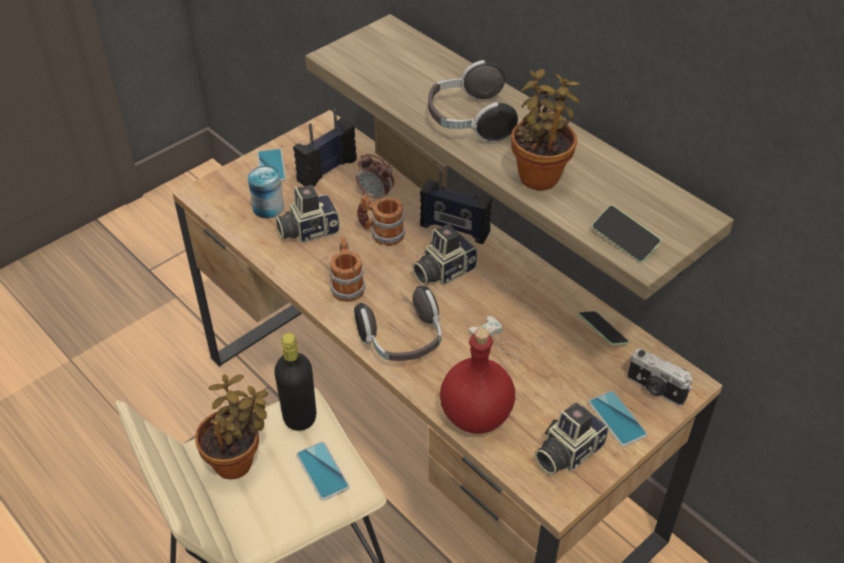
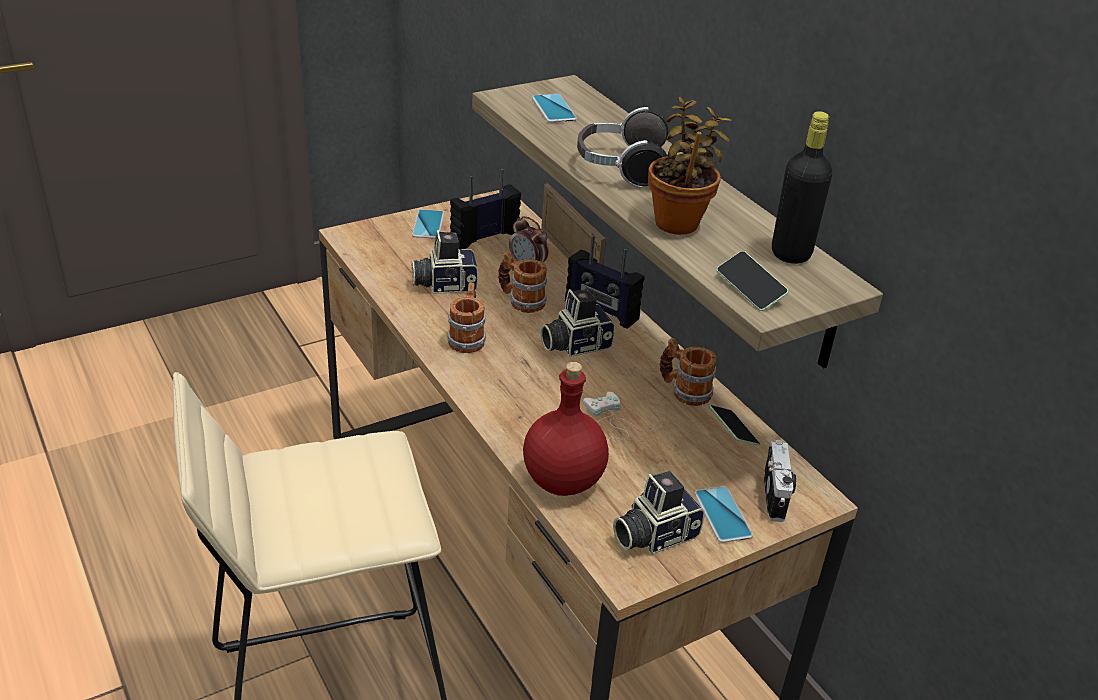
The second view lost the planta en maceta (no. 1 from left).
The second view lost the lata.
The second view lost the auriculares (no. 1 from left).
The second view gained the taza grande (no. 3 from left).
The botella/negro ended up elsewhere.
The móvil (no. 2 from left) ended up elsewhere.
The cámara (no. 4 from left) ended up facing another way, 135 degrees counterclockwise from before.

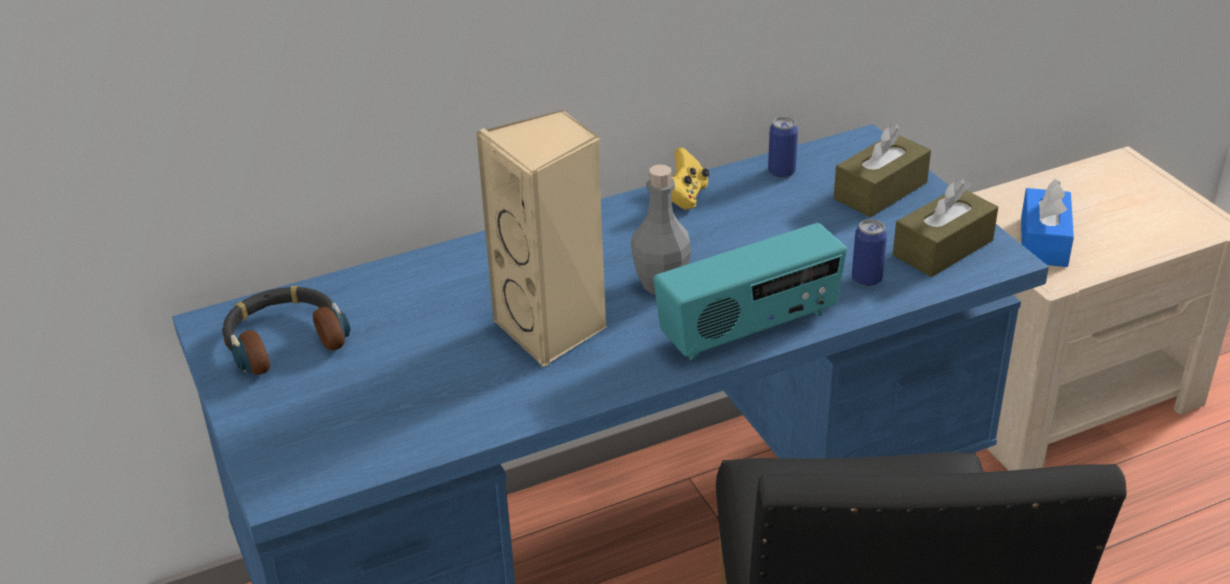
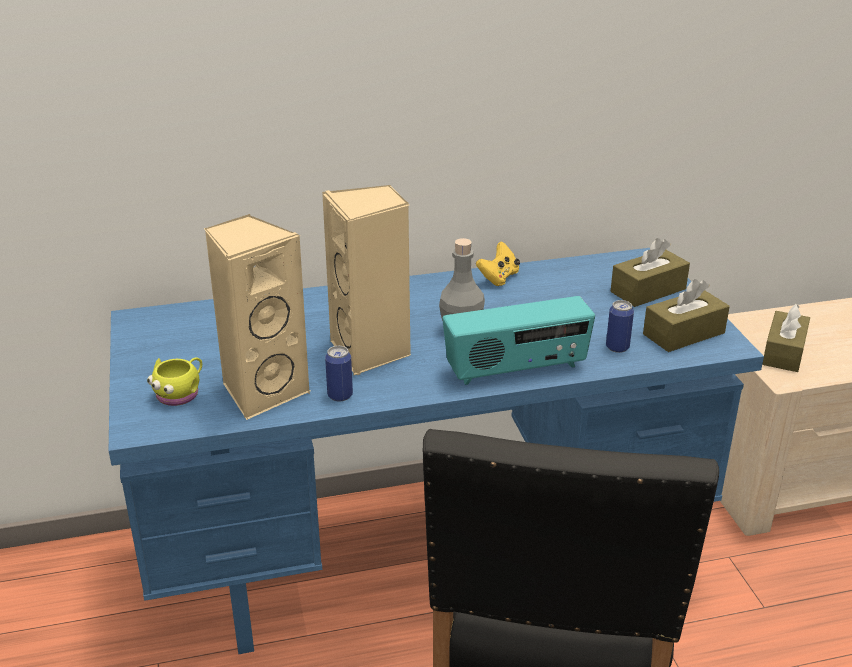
The second view lost the auriculares.
The second view gained the taza grande/amarillo.
The second view gained the altavoz/beis (no. 1 from left).
The lata (no. 1 from left) ended up elsewhere.
What was the caja de pañuelos/azul turned into the caja de pañuelos/marrón (no. 3 from left).

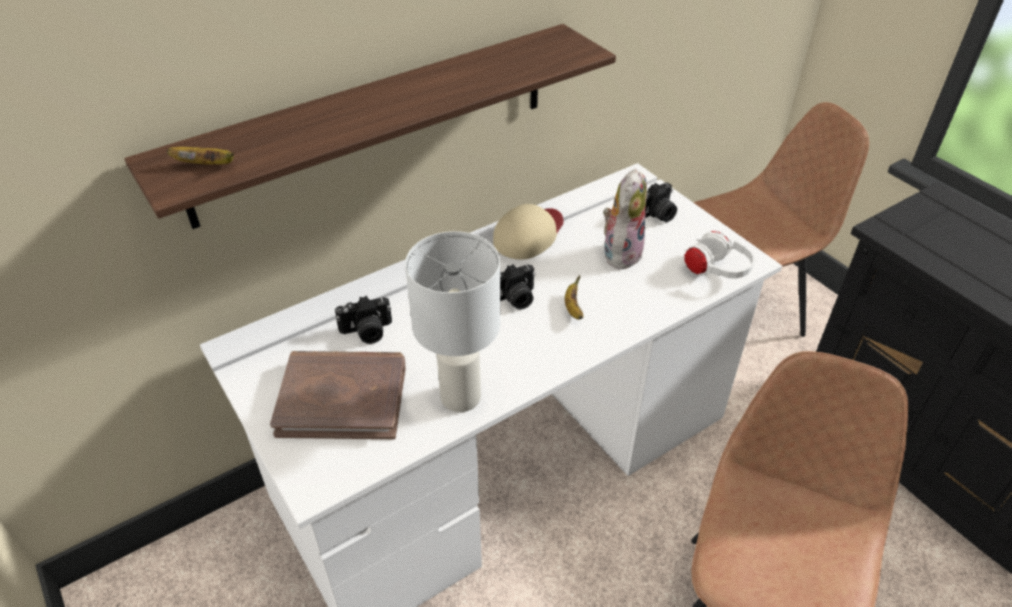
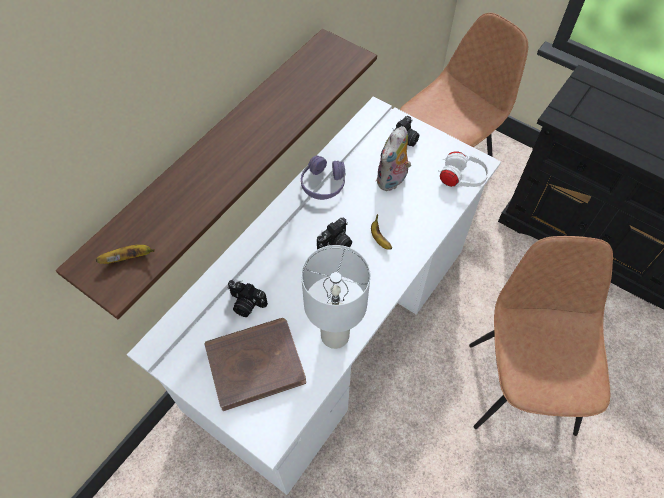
Where the gorra/beis stood, the auriculares/morado came to stand.
The cámara (no. 1 from left) ended up facing another way, 60 degrees clockwise from before.
The peluche ended up facing another way, 150 degrees counterclockwise from before.

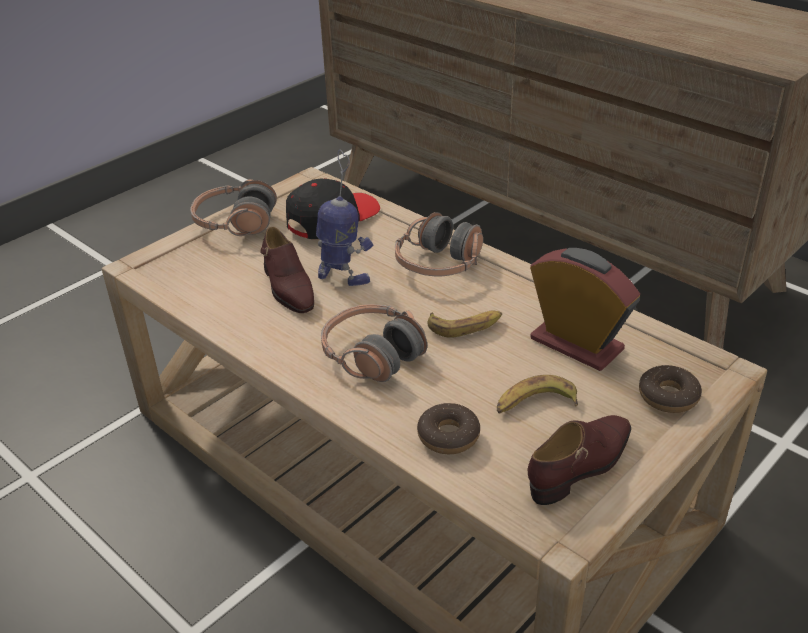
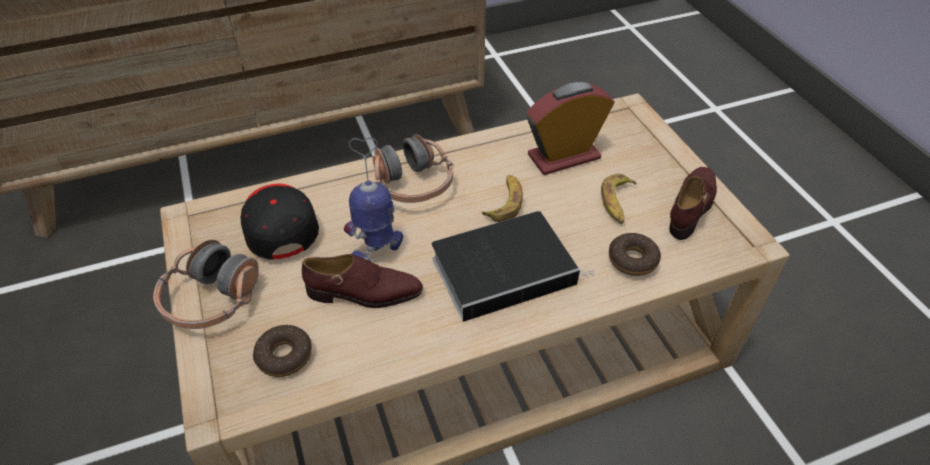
The rosquilla (no. 2 from left in the first image) ended up elsewhere.
Where the auriculares (no. 2 from left) stood, the libro came to stand.
The zapato/marrón (no. 2 from left) ended up facing another way, 45 degrees clockwise from before.

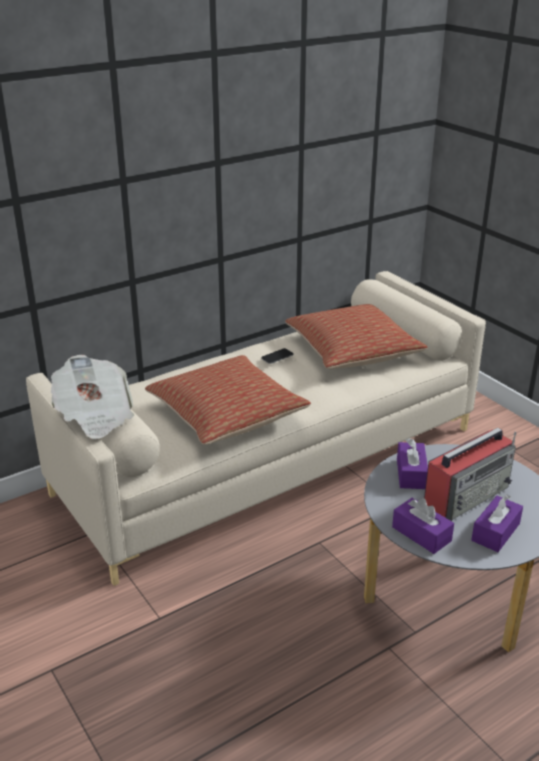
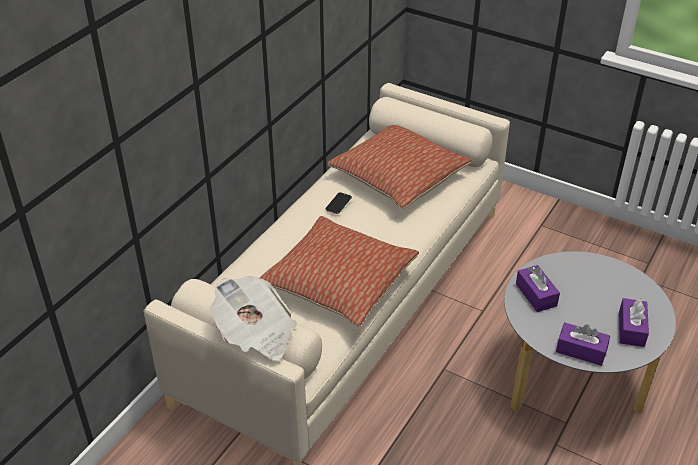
The second view lost the radio.

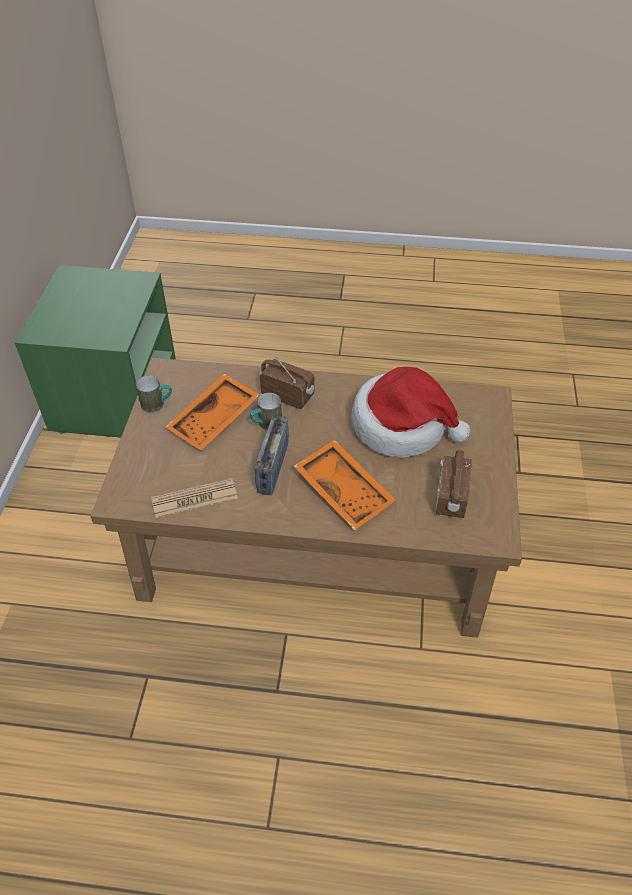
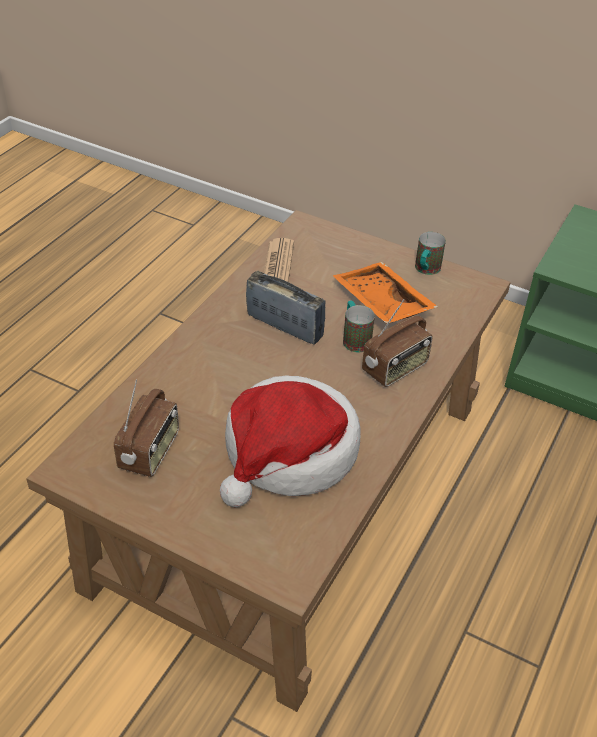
The second view lost the bandeja/naranja (no. 2 from left).
The radio (no. 3 from left in the first image) ended up facing another way, 75 degrees clockwise from before.

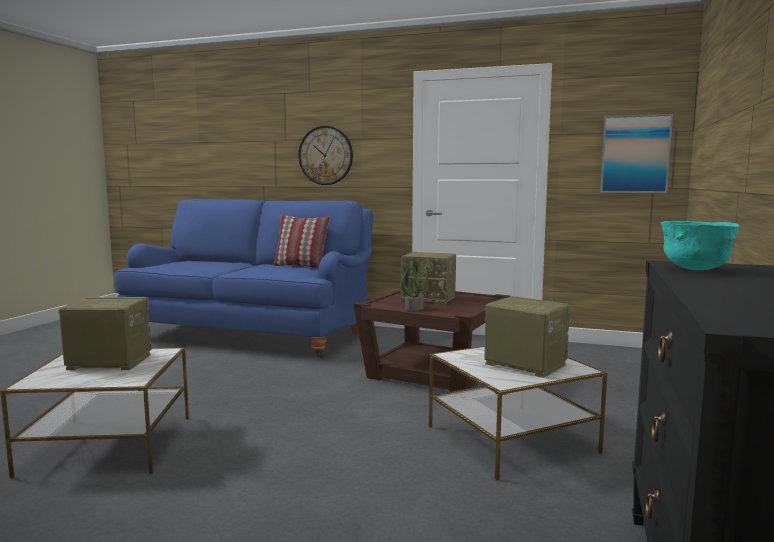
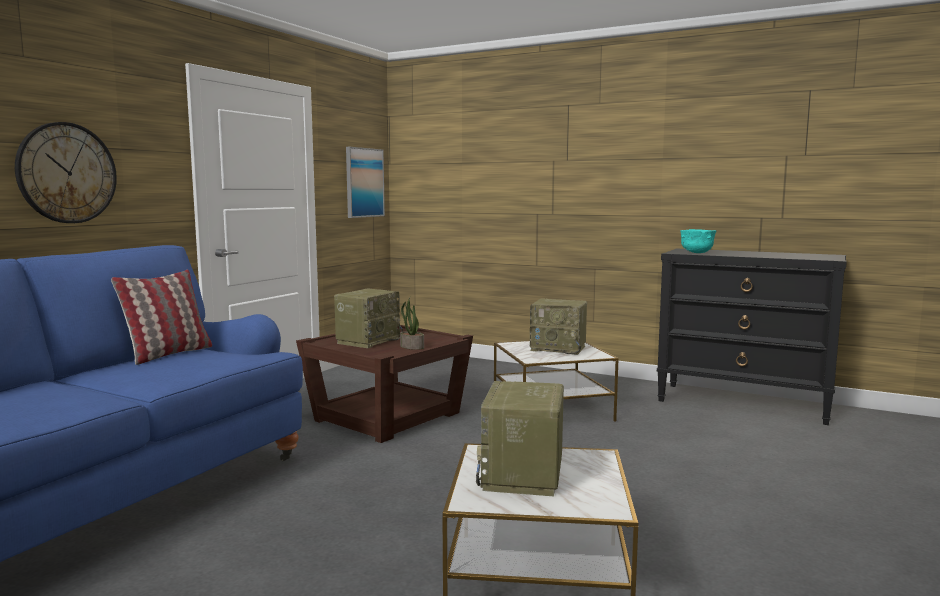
The radio (no. 3 from left) ended up facing another way, 120 degrees counterclockwise from before.

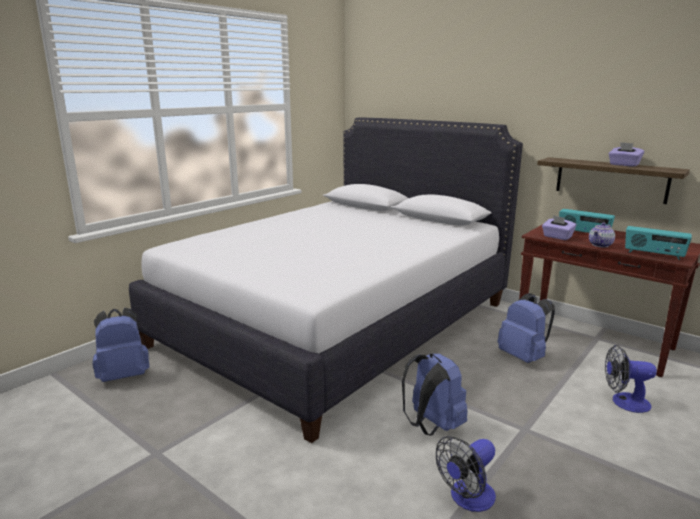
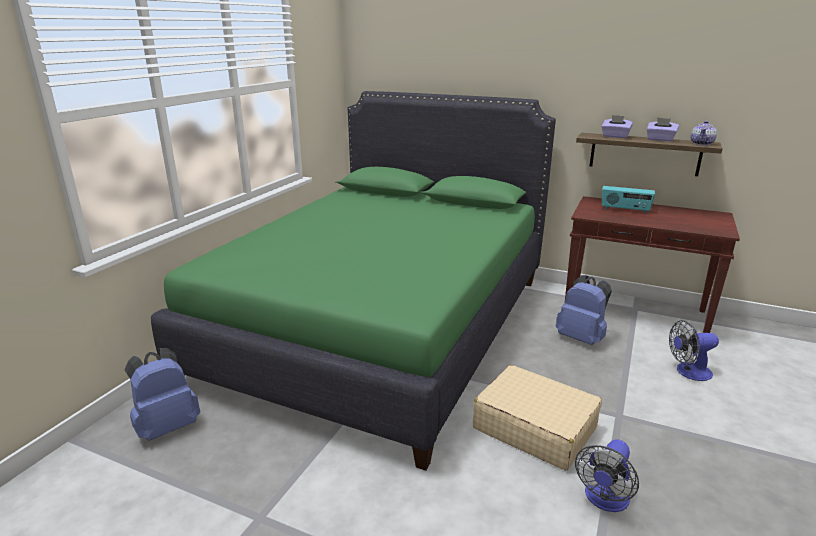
The second view lost the radio (no. 2 from left).
The caja de pañuelos/morado (no. 1 from left) ended up elsewhere.
The tetera ended up elsewhere.
Where the mochila/azul (no. 2 from left) stood, the maleta/beis came to stand.
What was the cama/blanco turned into the cama/verde.

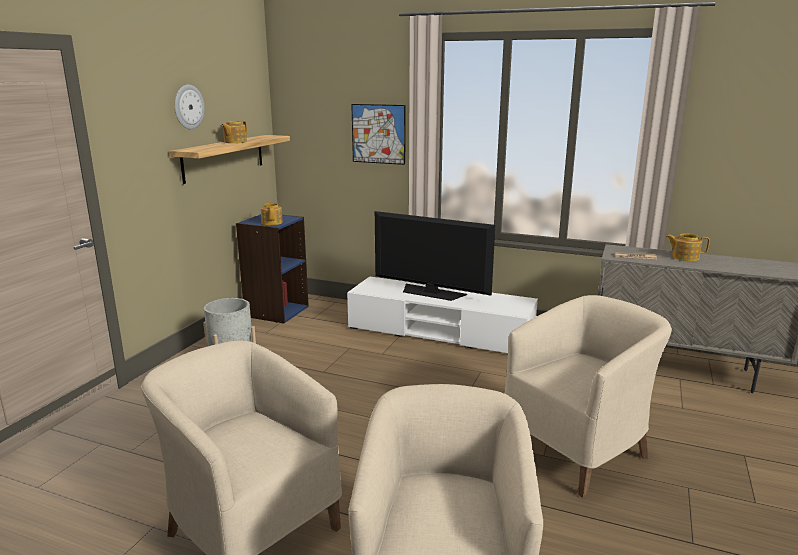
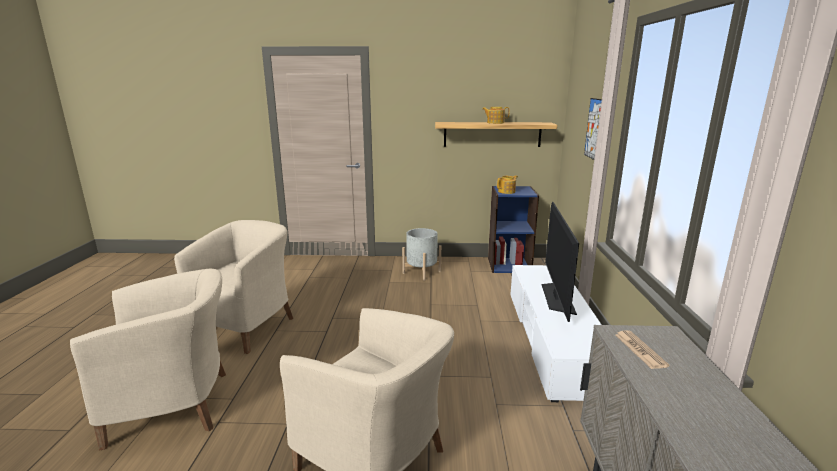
The second view lost the reloj de pared.
The second view lost the tetera (no. 3 from left).

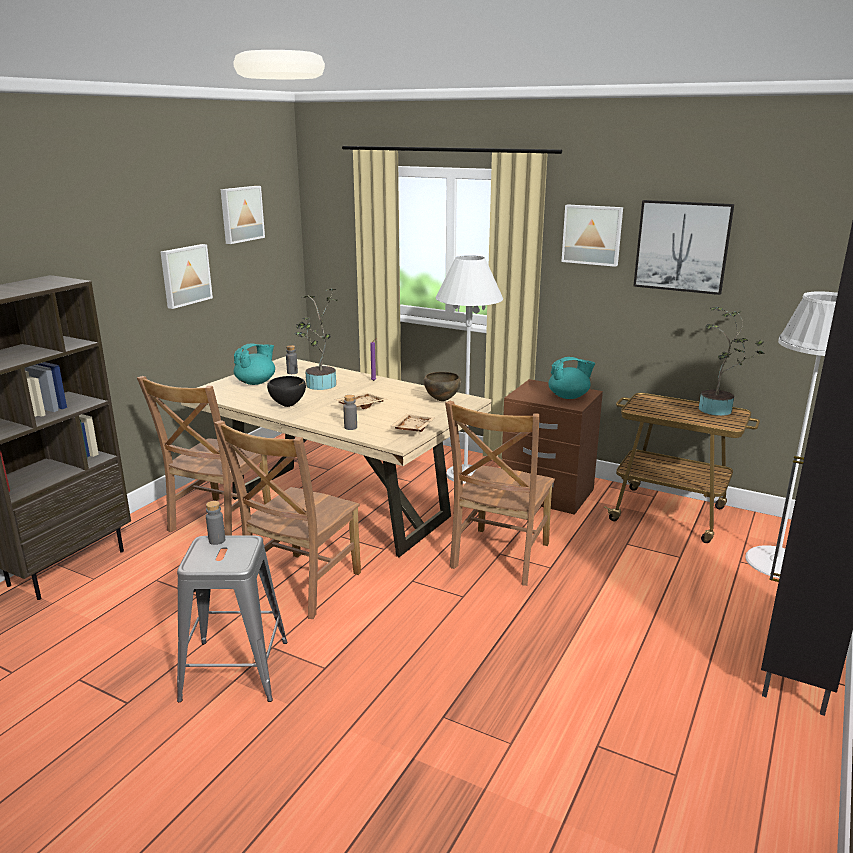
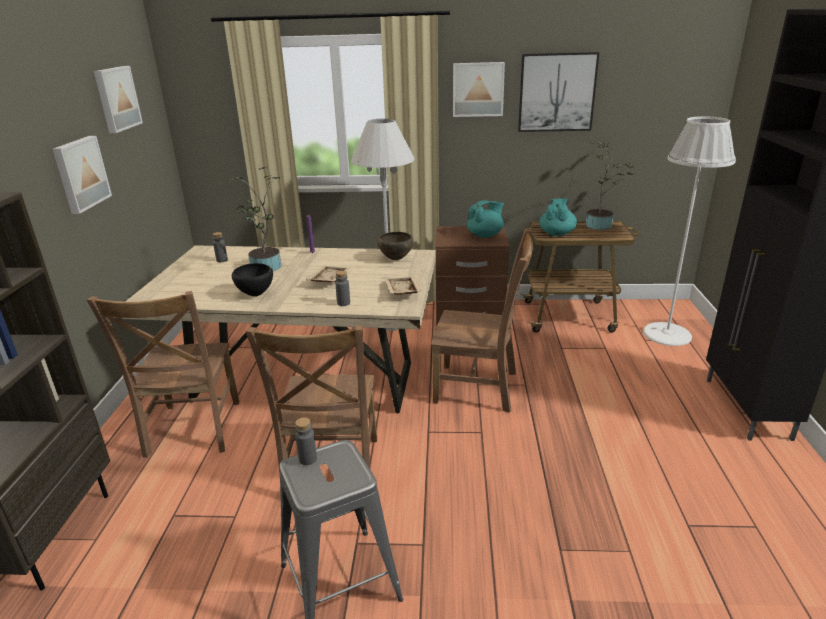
The tetera/turquesa (no. 1 from left in the first image) ended up elsewhere.
The silla/marrón (no. 3 from left) ended up facing another way, 75 degrees counterclockwise from before.

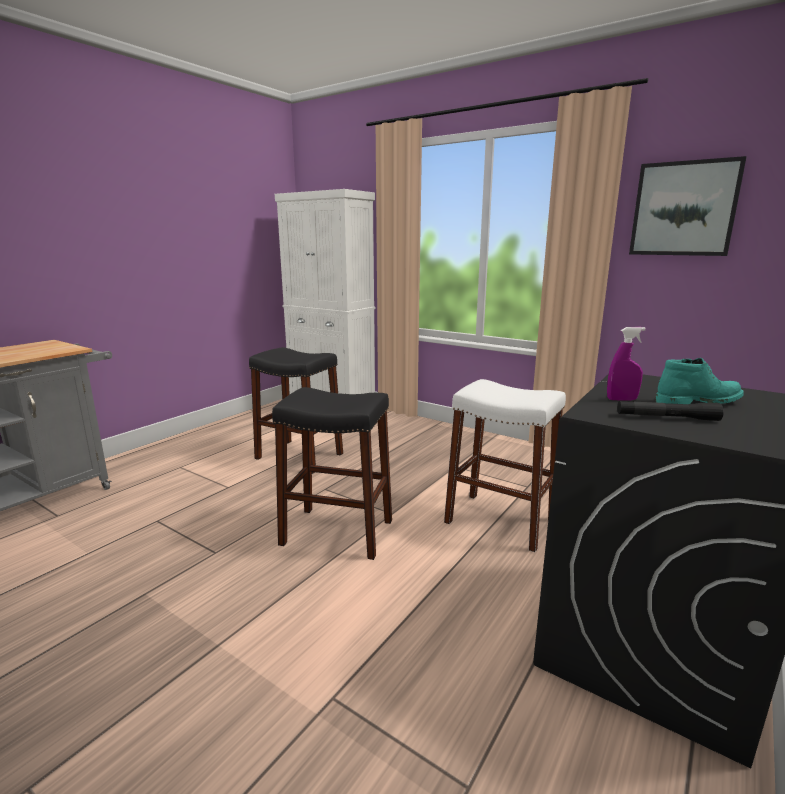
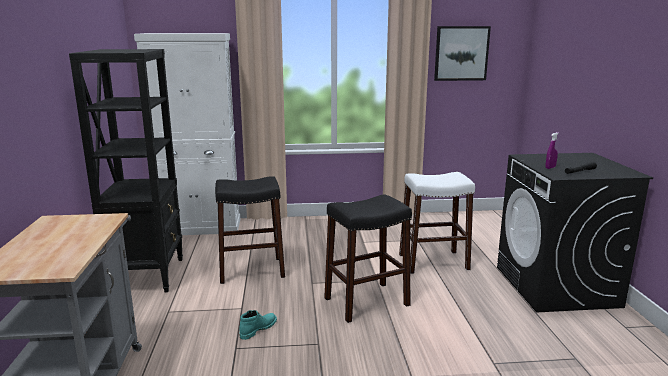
The second view gained the estantería/negro.
The bota/turquesa ended up elsewhere.

